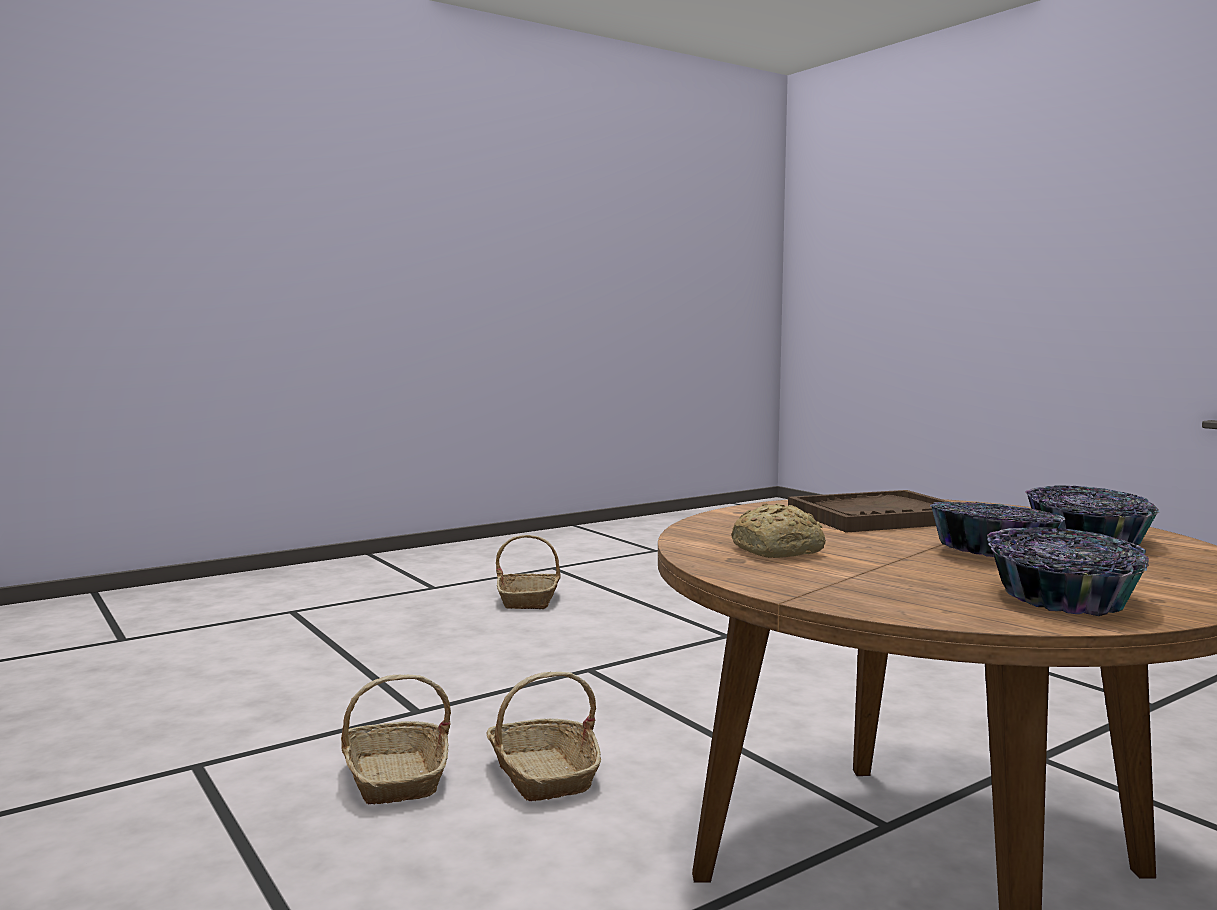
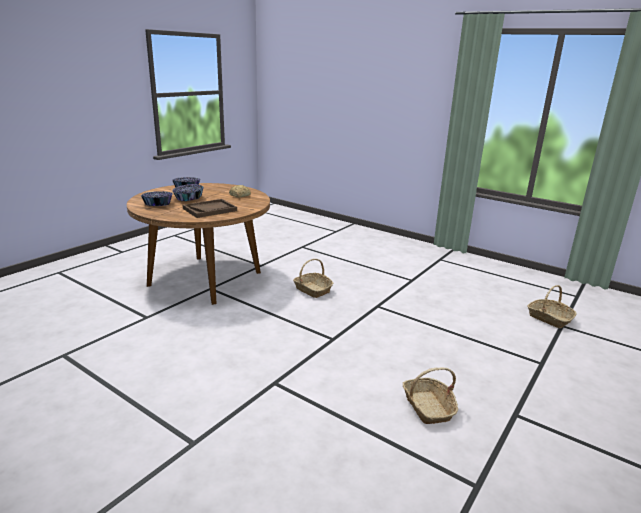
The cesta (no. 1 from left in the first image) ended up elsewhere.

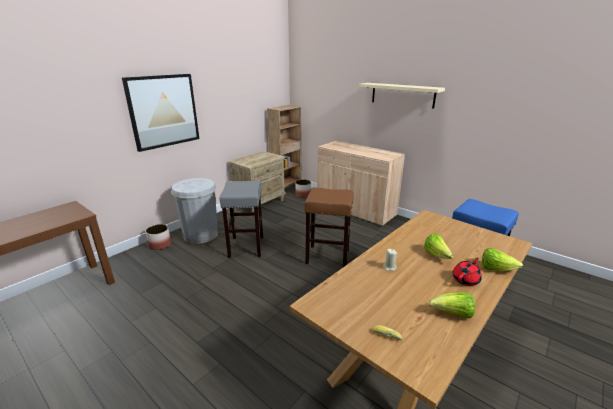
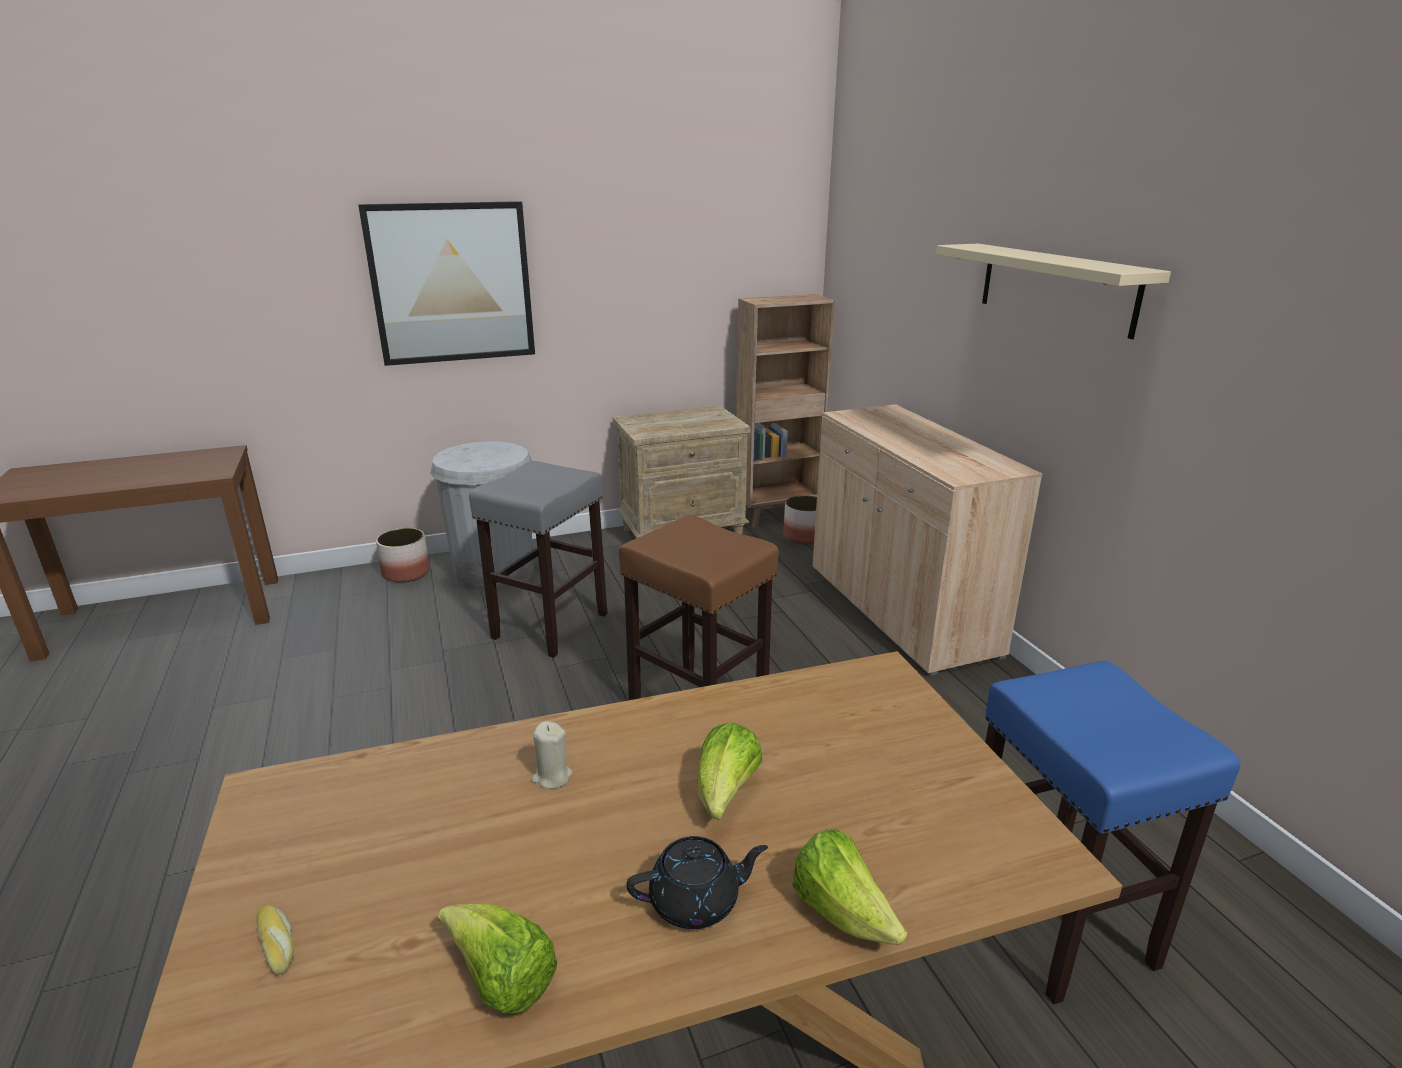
What was the tetera/rojo turned into the tetera/negro.

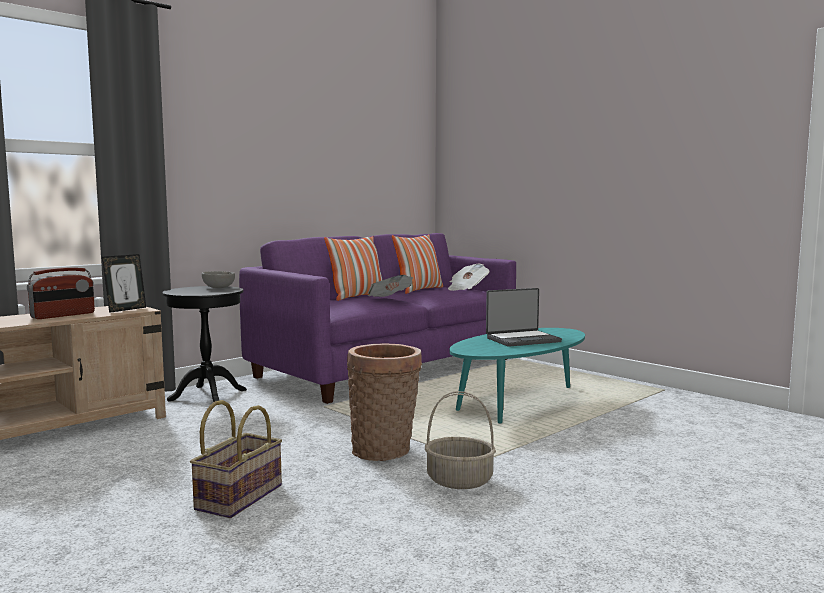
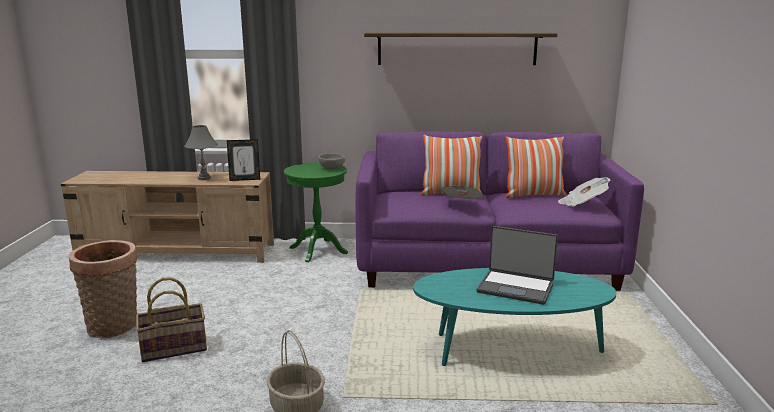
The second view gained the estante.
The cesta (no. 2 from left in the first image) ended up elsewhere.
Where the radio stood, the lámpara de mesa/gris came to stand.
What was the mesa auxiliar/negro turned into the mesa auxiliar/verde.

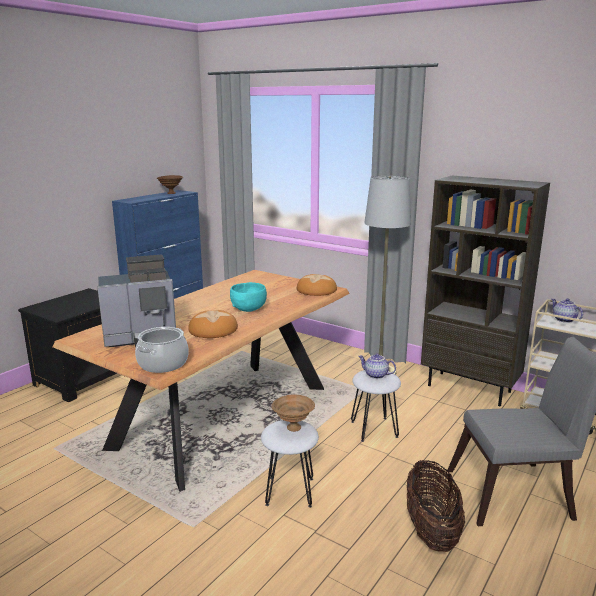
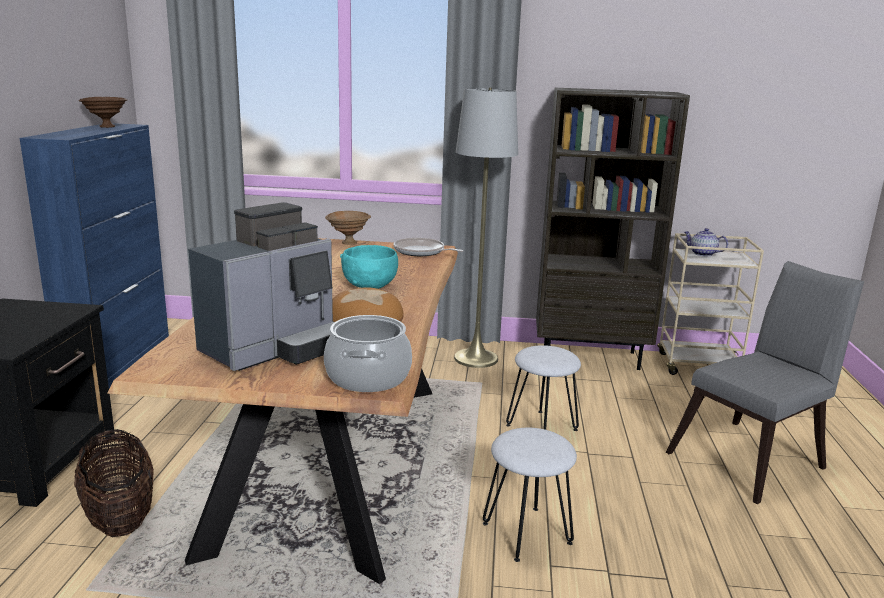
The second view lost the tetera (no. 1 from left).
The cuenco/marrón (no. 2 from left) ended up elsewhere.
The cesta ended up elsewhere.
Where the pan (no. 2 from left) stood, the sartén came to stand.

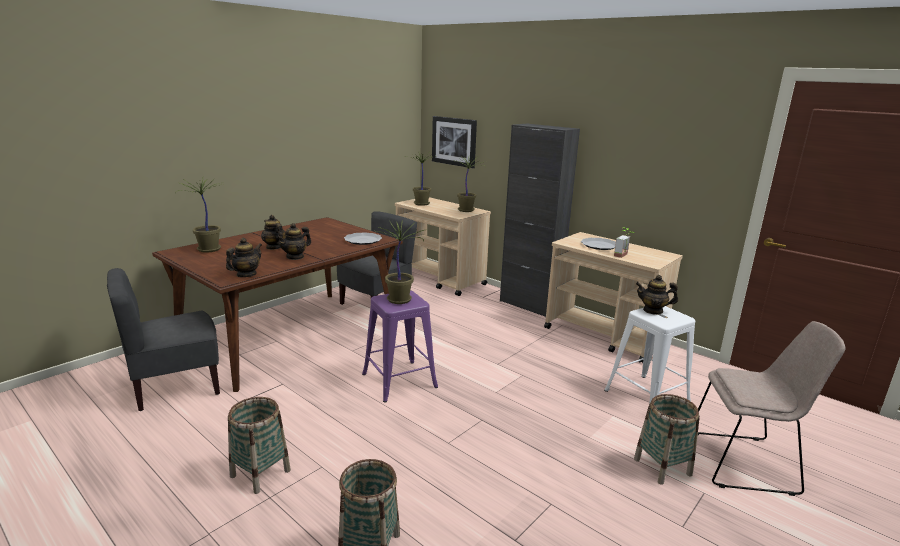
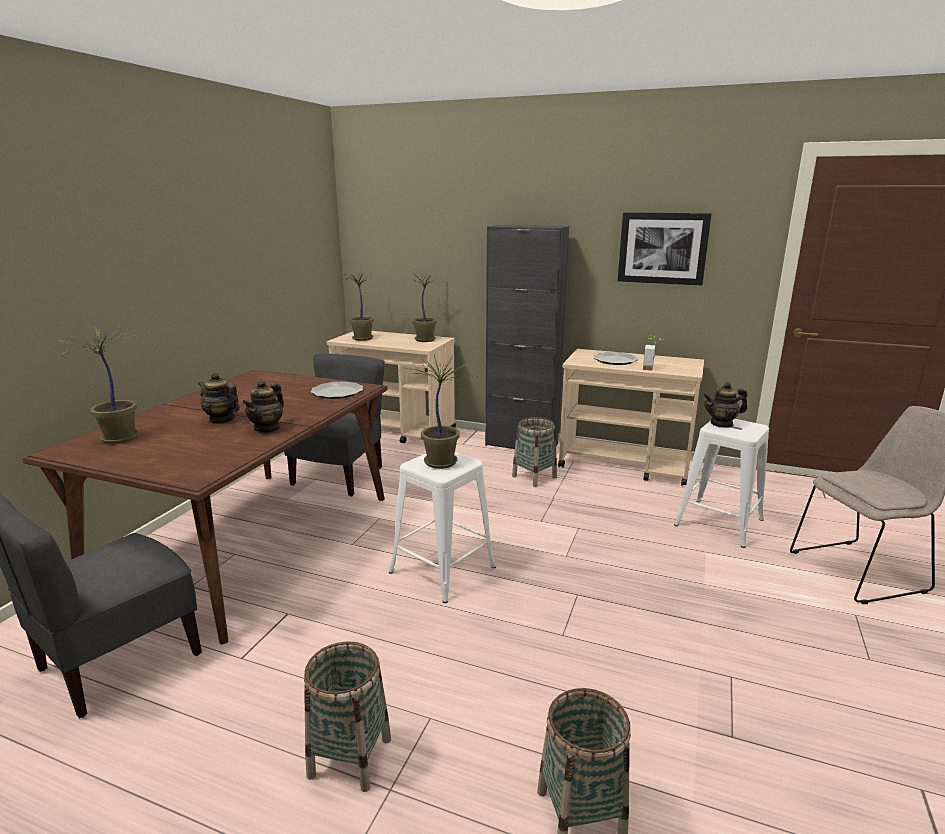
The second view lost the tetera (no. 1 from left).
The cuadro ended up elsewhere.
The cesta (no. 3 from left in the first image) ended up elsewhere.
What was the taburete/morado turned into the taburete/blanco (no. 1 from left).

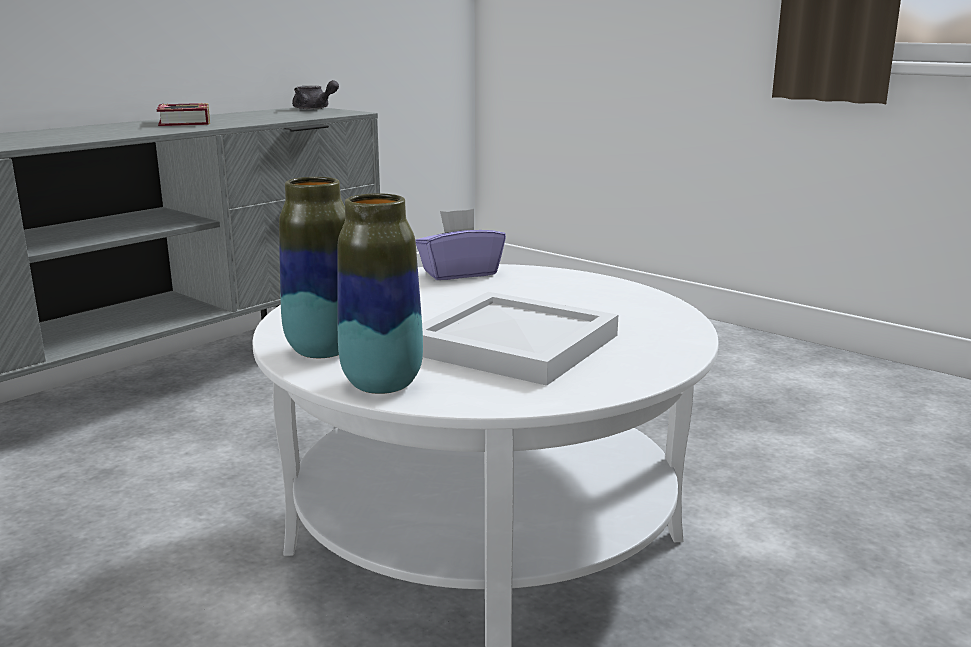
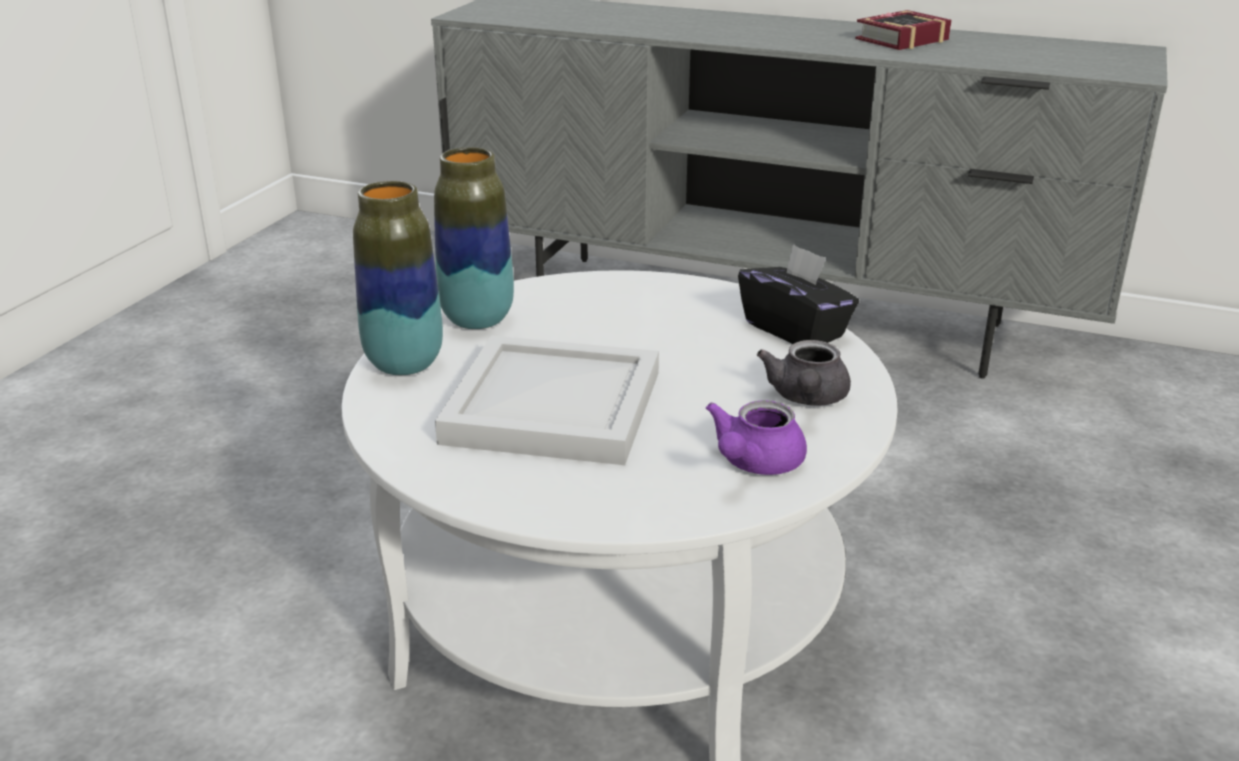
The second view gained the tetera/morado.
The tetera/gris ended up elsewhere.
What was the caja de pañuelos/morado turned into the caja de pañuelos/negro.

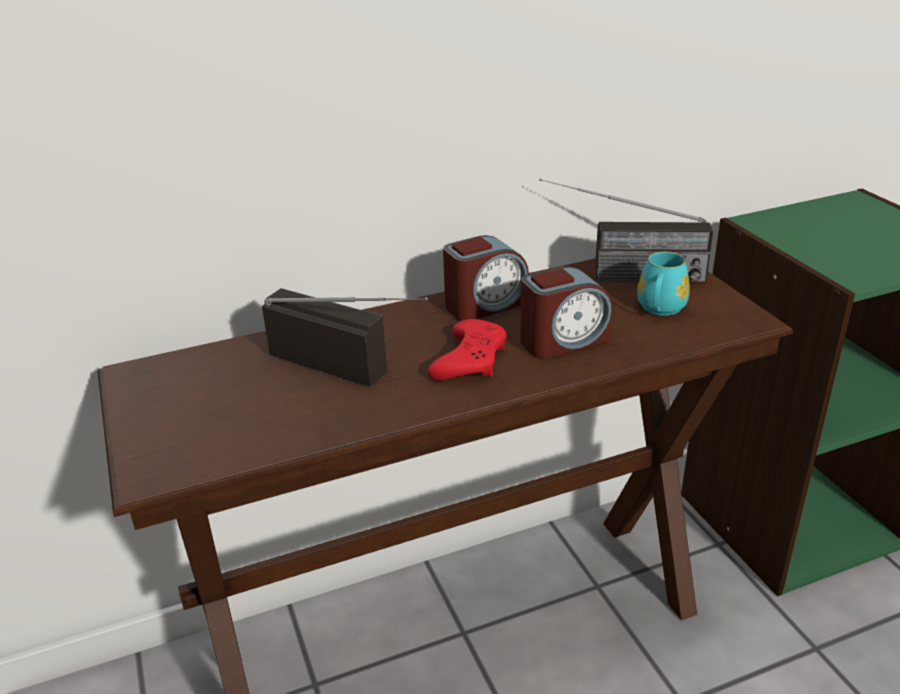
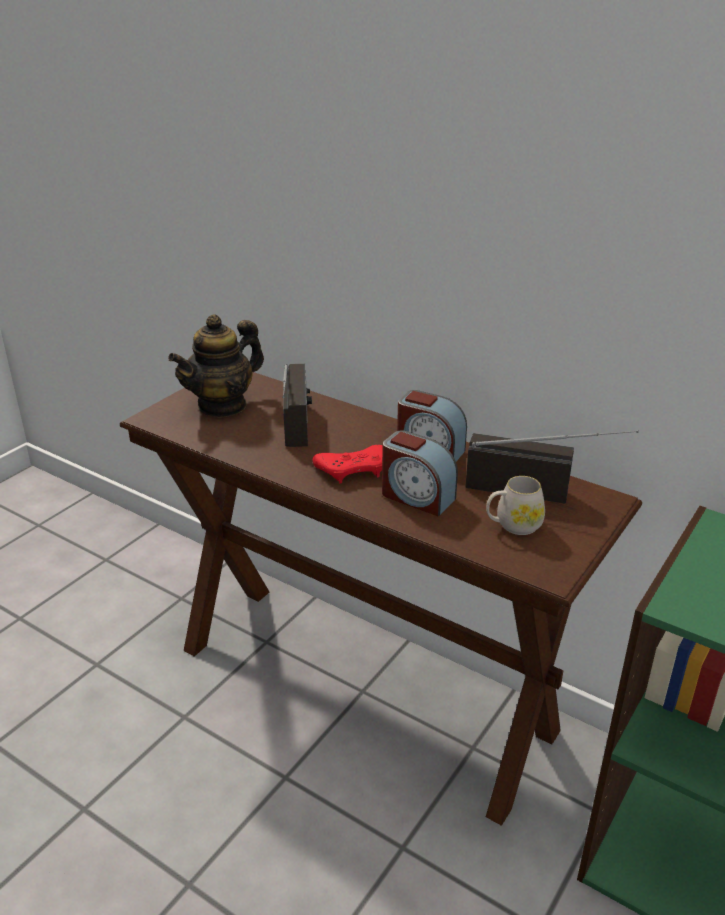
The second view gained the tetera.
What was the taza grande/turquesa turned into the taza grande/blanco.
The radio (no. 2 from left) ended up facing another way, 135 degrees clockwise from before.

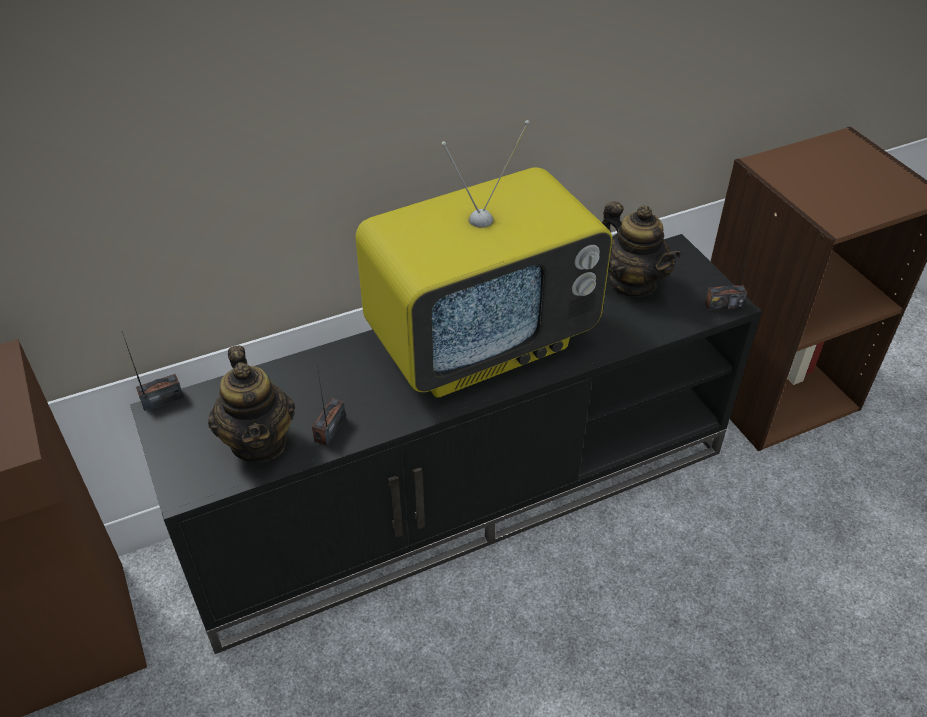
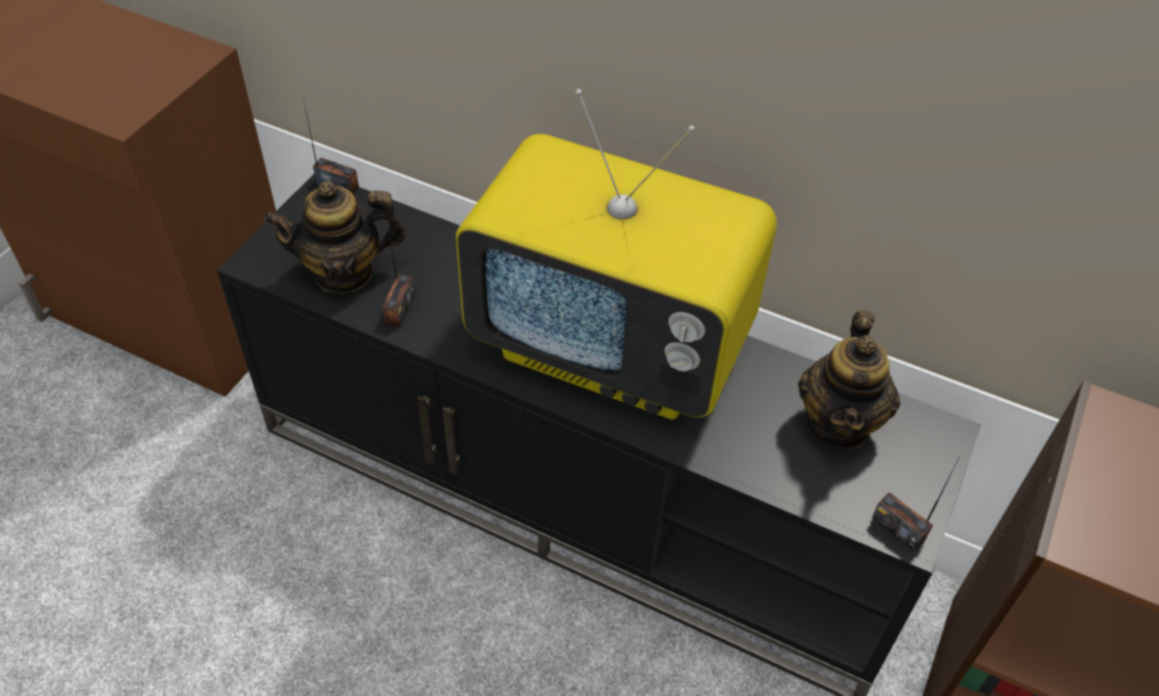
The tetera (no. 1 from left) ended up facing another way, 45 degrees clockwise from before.
The radio (no. 2 from left) ended up facing another way, 120 degrees clockwise from before.

